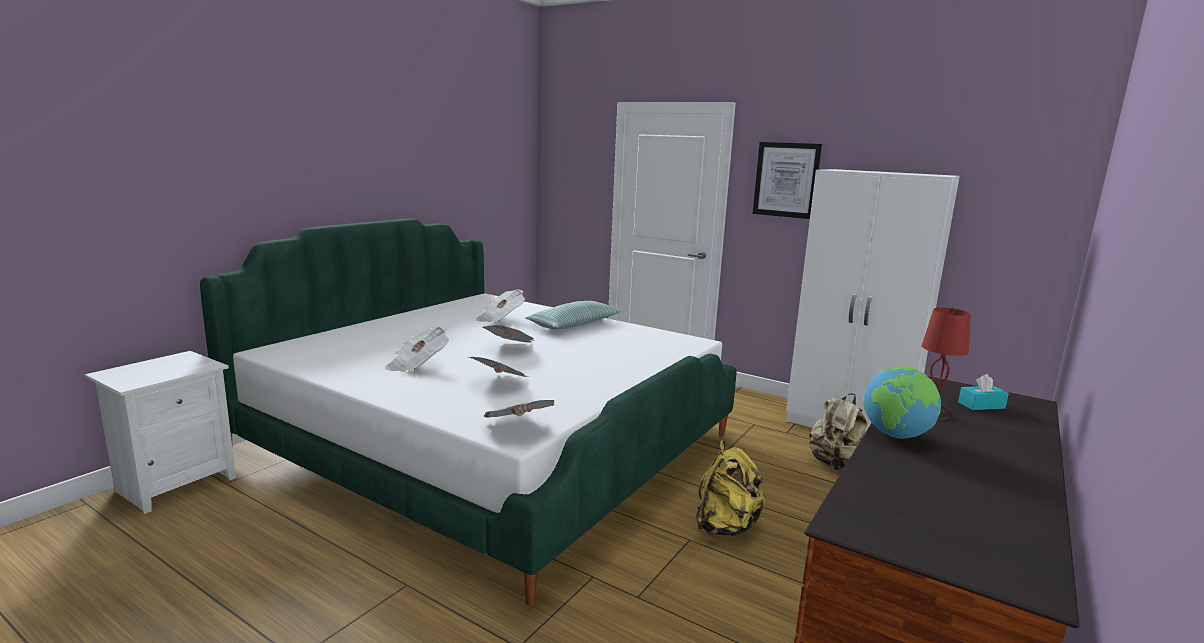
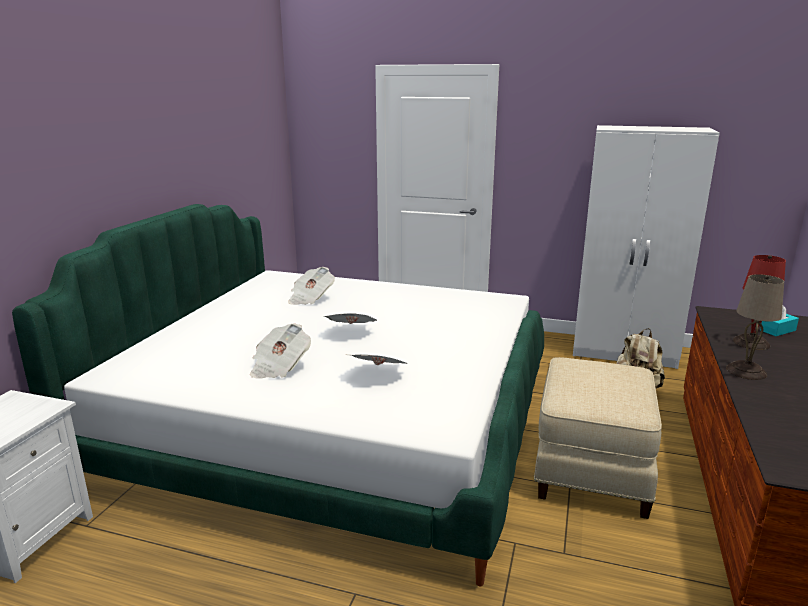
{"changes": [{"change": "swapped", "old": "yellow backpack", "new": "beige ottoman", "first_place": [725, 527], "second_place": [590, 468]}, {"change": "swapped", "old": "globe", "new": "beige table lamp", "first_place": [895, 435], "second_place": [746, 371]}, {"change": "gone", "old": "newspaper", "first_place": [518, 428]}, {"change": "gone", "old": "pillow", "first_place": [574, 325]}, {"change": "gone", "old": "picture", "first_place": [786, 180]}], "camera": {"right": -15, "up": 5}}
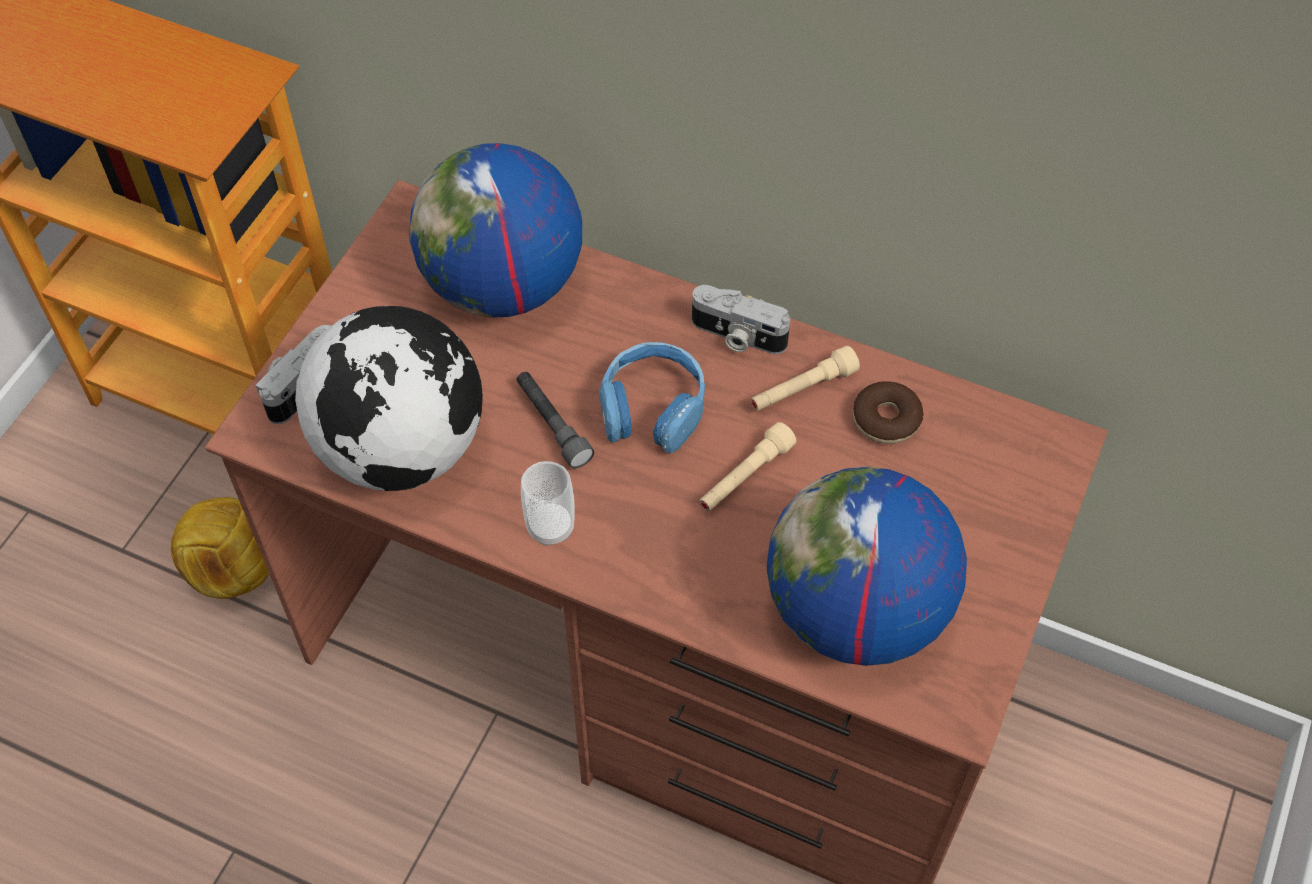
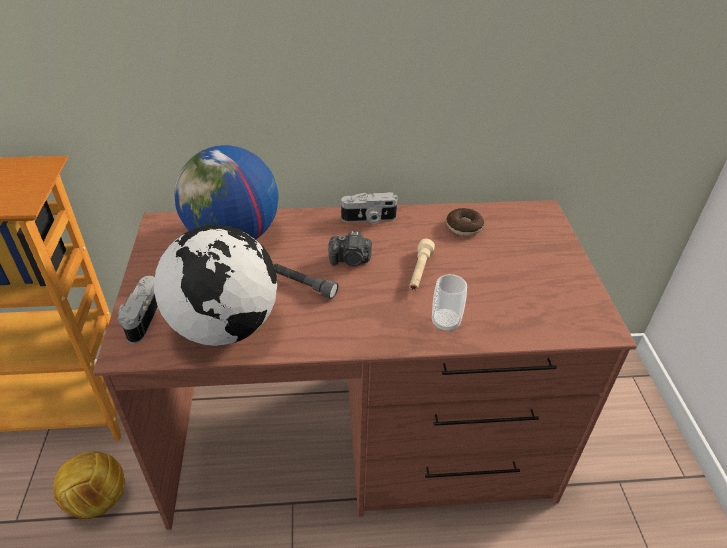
{"changes": [{"change": "swapped", "old": "blue headphones", "new": "photo camera", "first_place": [652, 408], "second_place": [351, 260]}, {"change": "shifted", "old": "cup", "first_place": [550, 527], "second_place": [445, 322]}, {"change": "gone", "old": "beige flashlight", "first_place": [802, 389]}, {"change": "gone", "old": "globe", "first_place": [855, 612]}], "camera": {"right": -30, "up": -15}}
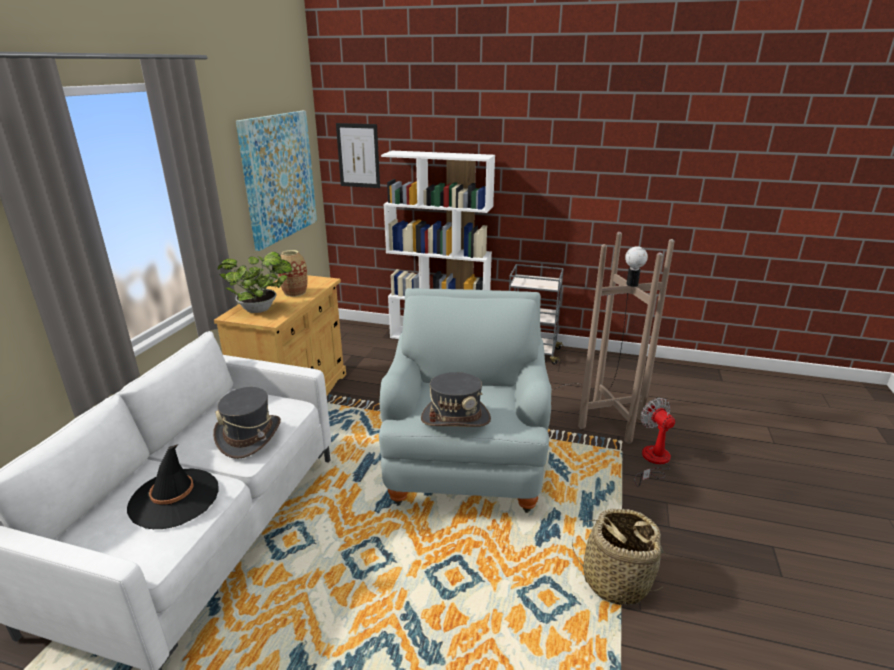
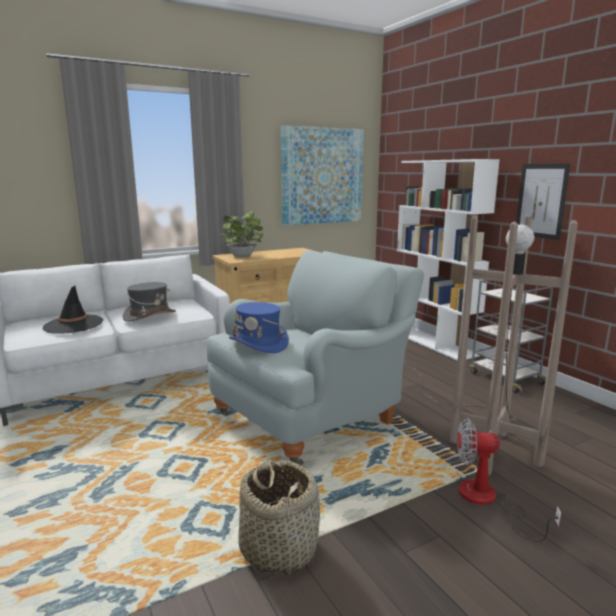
{"changes": [{"change": "repainted", "old": "grey hat", "new": "blue hat", "first_place": [455, 418], "second_place": [259, 344]}, {"change": "rotated", "old": "fan", "first_place": [653, 461], "second_place": [488, 501], "degrees": -105}, {"change": "shifted", "old": "picture", "first_place": [358, 155], "second_place": [541, 201]}, {"change": "gone", "old": "vase", "first_place": [295, 292]}], "camera": {"right": 45, "up": -10}}
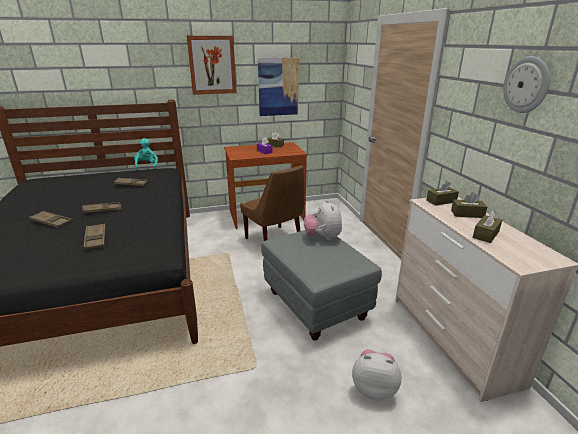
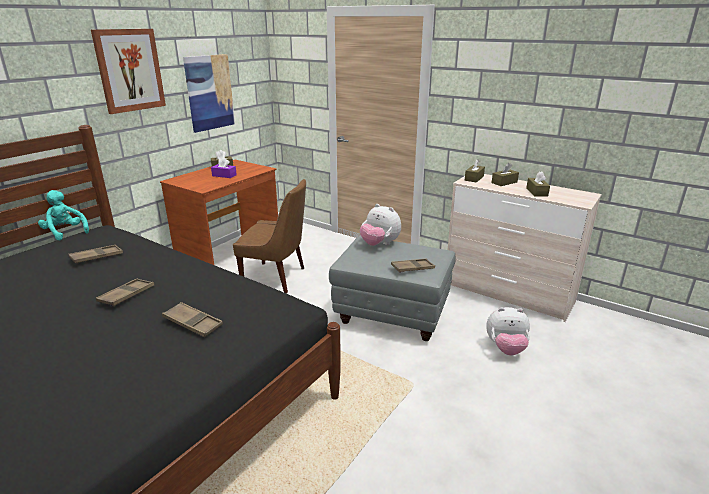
{"changes": [{"change": "shifted", "old": "brown tray", "first_place": [51, 222], "second_place": [412, 268]}, {"change": "rotated", "old": "plush toy", "first_place": [374, 388], "second_place": [505, 348], "degrees": -150}, {"change": "gone", "old": "wall clock", "first_place": [526, 85]}], "camera": {"right": -40, "up": 0}}
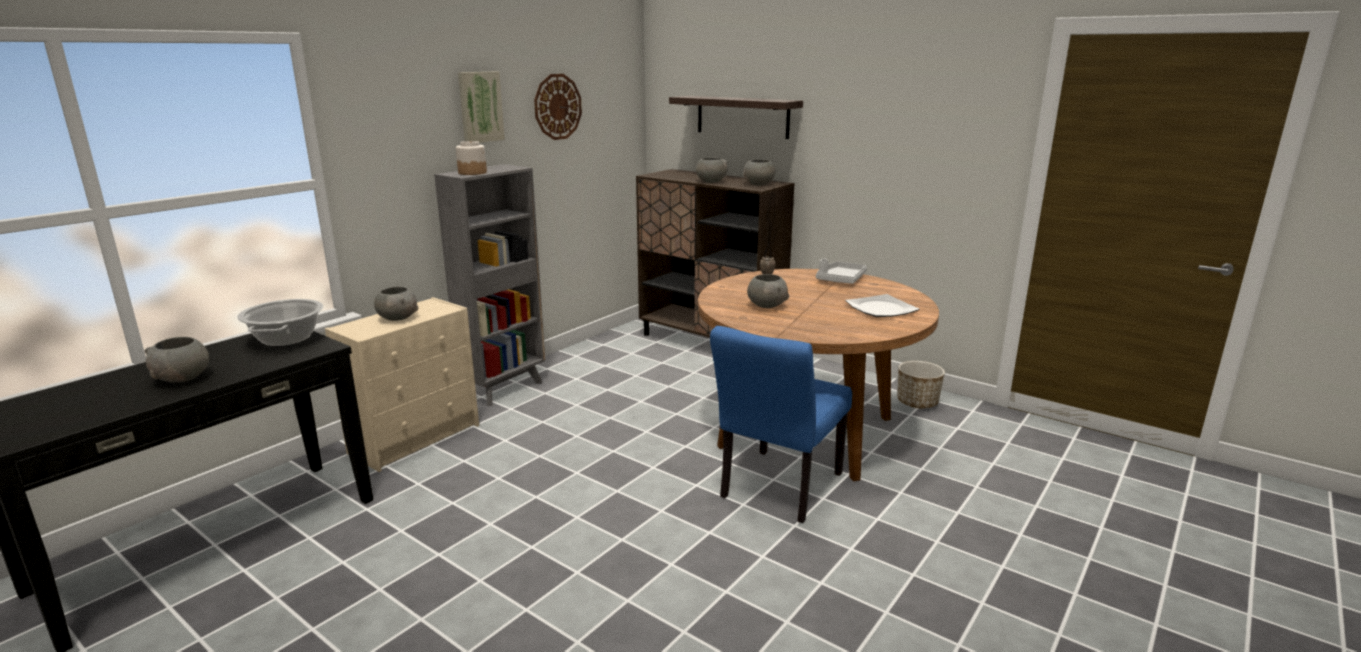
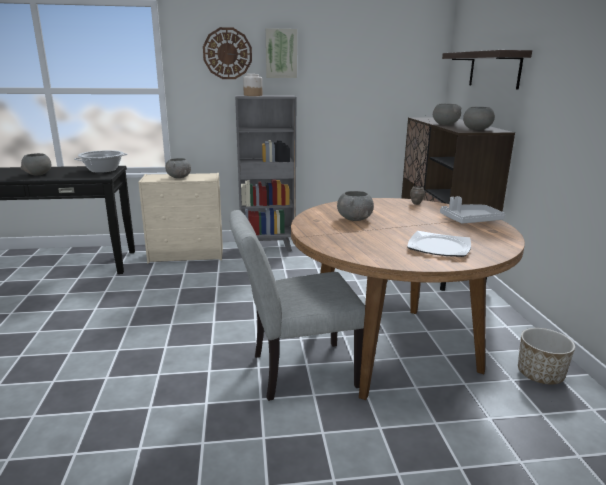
{"changes": [{"change": "shifted", "old": "wall clock", "first_place": [557, 107], "second_place": [227, 53]}, {"change": "repainted", "old": "blue chair", "new": "grey chair", "first_place": [776, 490], "second_place": [295, 371]}], "camera": {"right": 45, "up": 0}}
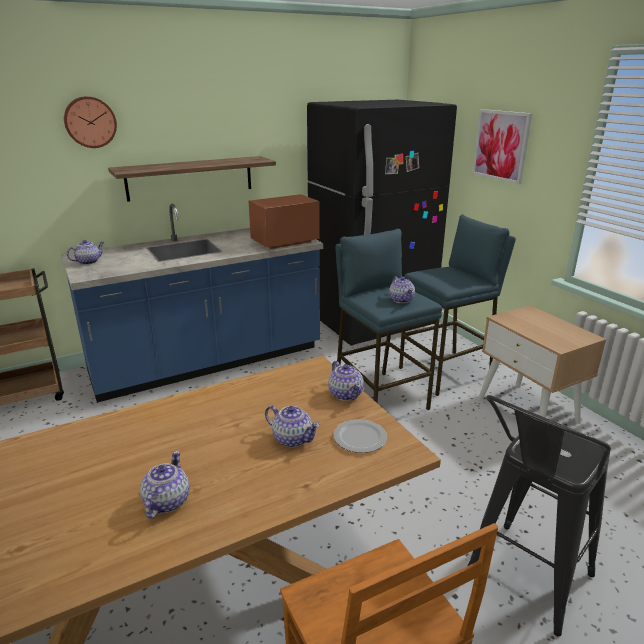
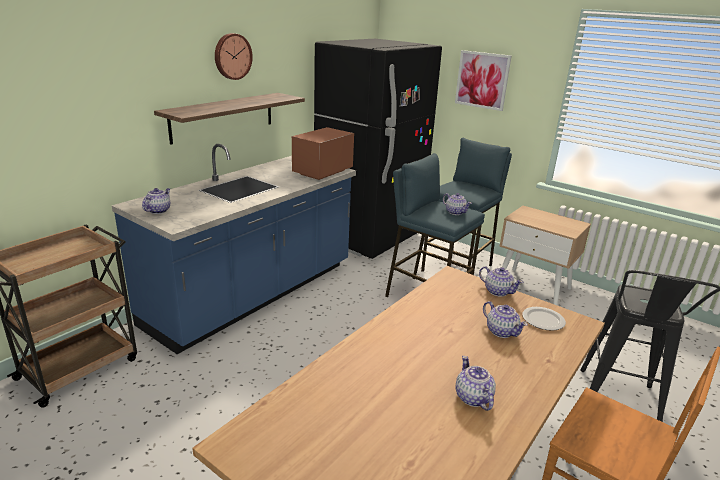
{"changes": [{"change": "shifted", "old": "wall clock", "first_place": [90, 122], "second_place": [232, 56]}, {"change": "rotated", "old": "teapot", "first_place": [292, 438], "second_place": [501, 331], "degrees": 45}], "camera": {"right": -25, "up": 0}}
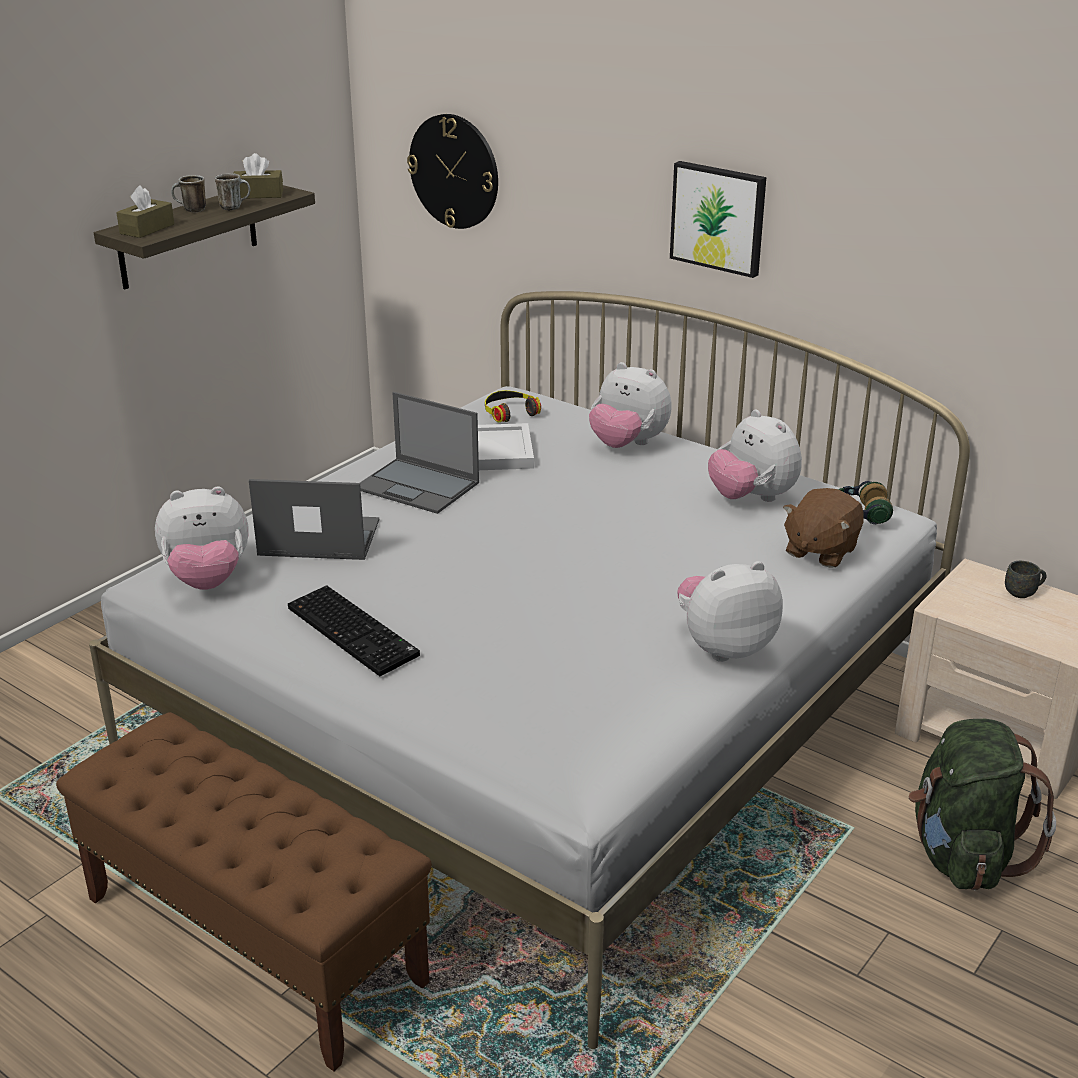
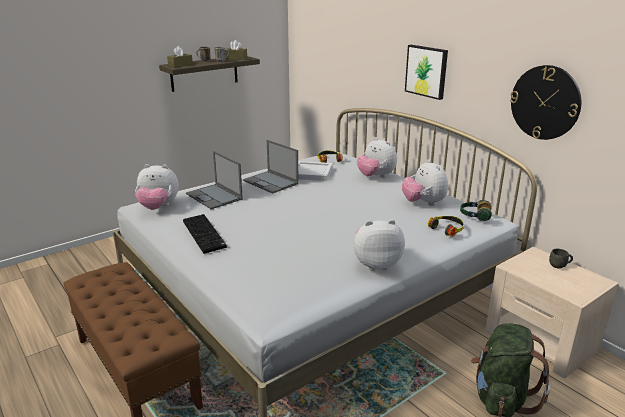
{"changes": [{"change": "rotated", "old": "laptop", "first_place": [317, 538], "second_place": [214, 197], "degrees": -150}, {"change": "swapped", "old": "brown plush toy", "new": "headphones", "first_place": [820, 551], "second_place": [447, 229]}, {"change": "shifted", "old": "wall clock", "first_place": [454, 171], "second_place": [545, 102]}], "camera": {"right": 15, "up": -5}}
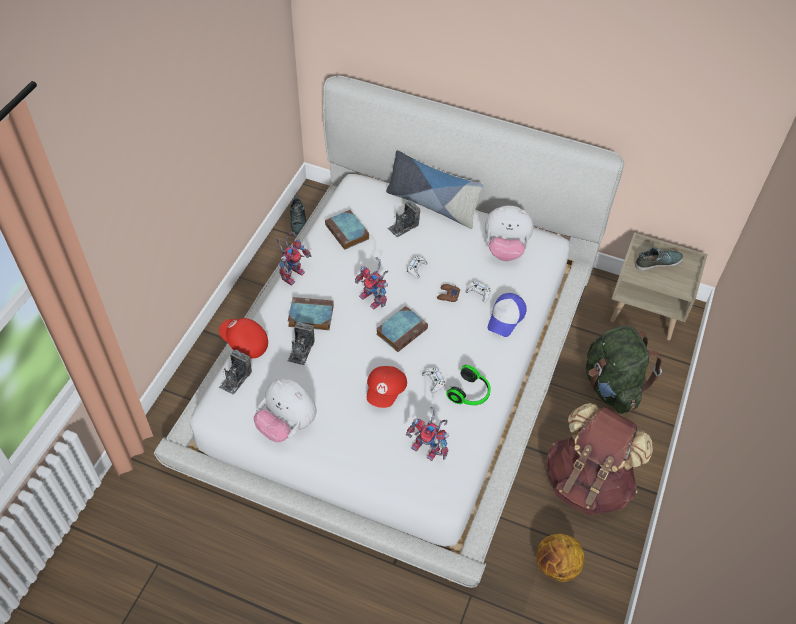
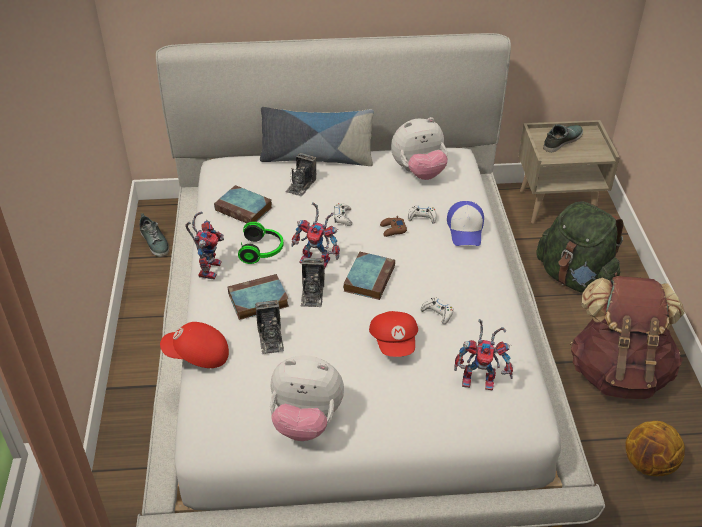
{"changes": [{"change": "shifted", "old": "headphones", "first_place": [470, 393], "second_place": [262, 251]}, {"change": "shifted", "old": "photo camera", "first_place": [235, 379], "second_place": [312, 293]}], "camera": {"right": -25, "up": -10}}
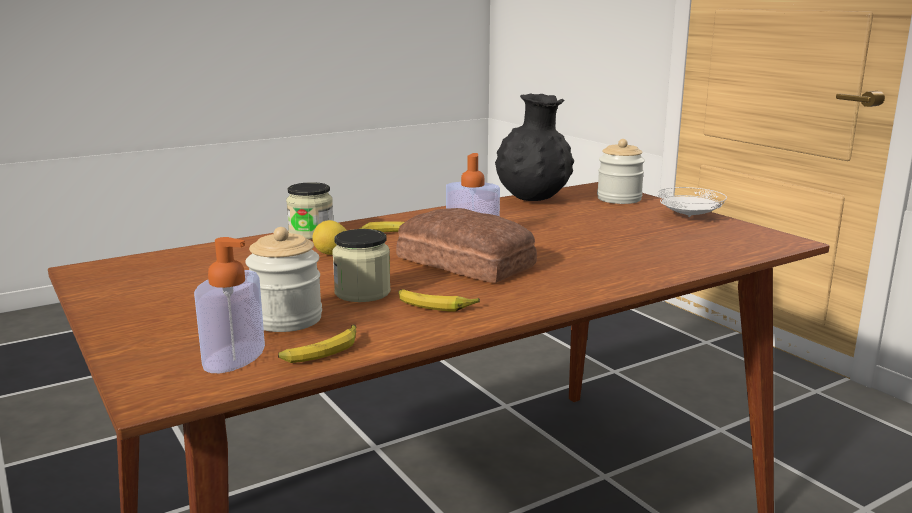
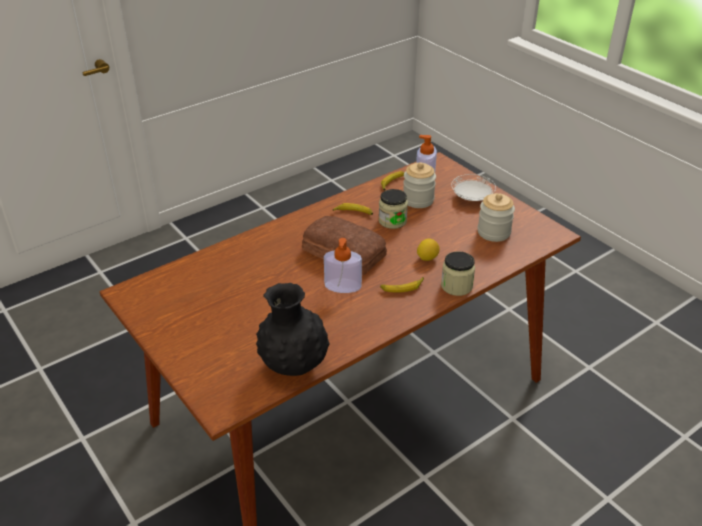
{"changes": [{"change": "shifted", "old": "white plate", "first_place": [688, 216], "second_place": [472, 198]}, {"change": "shifted", "old": "jar", "first_place": [619, 199], "second_place": [493, 232]}], "camera": {"right": 175, "up": 20}}
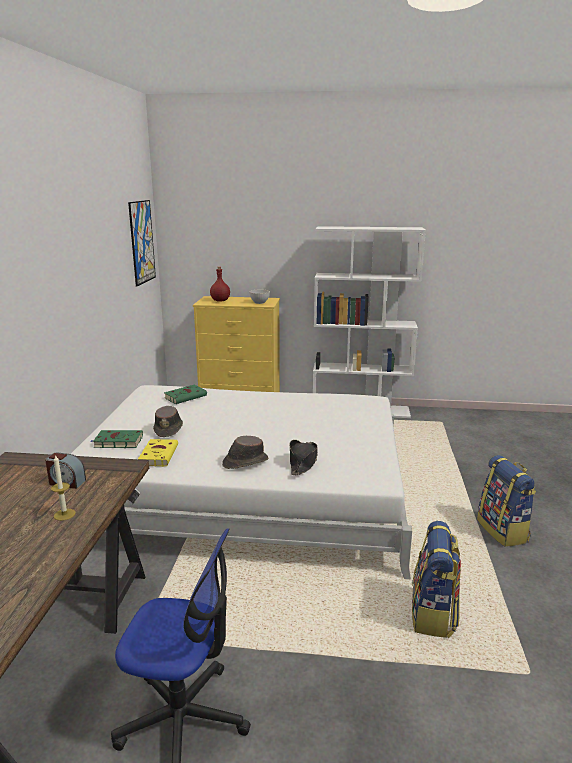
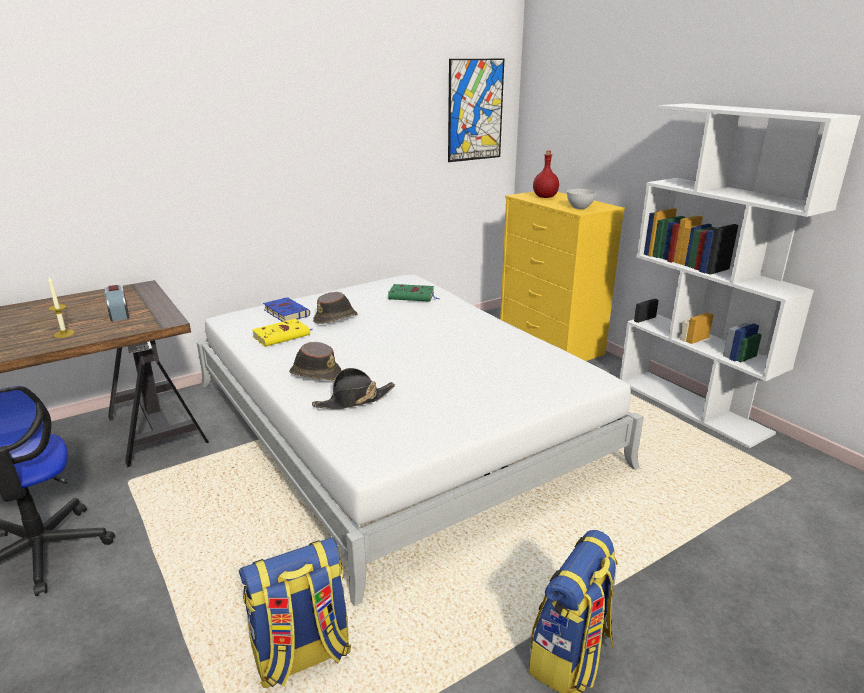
{"changes": [{"change": "repainted", "old": "green book", "new": "blue book", "first_place": [117, 442], "second_place": [285, 312]}], "camera": {"right": 50, "up": 5}}
